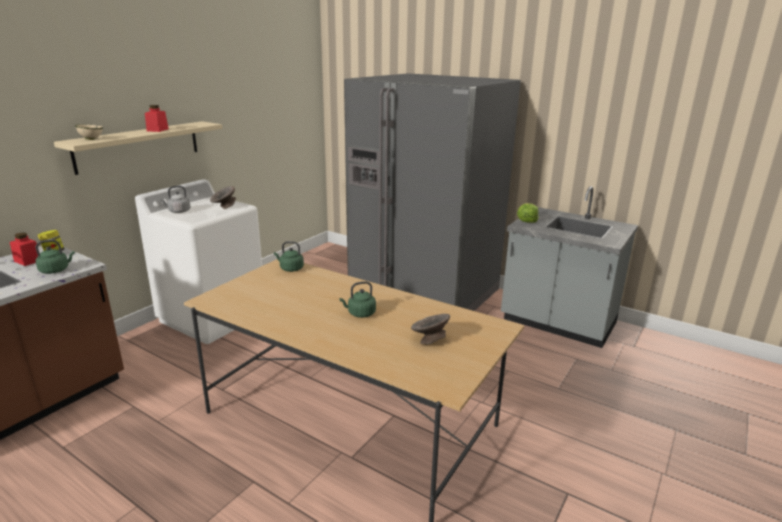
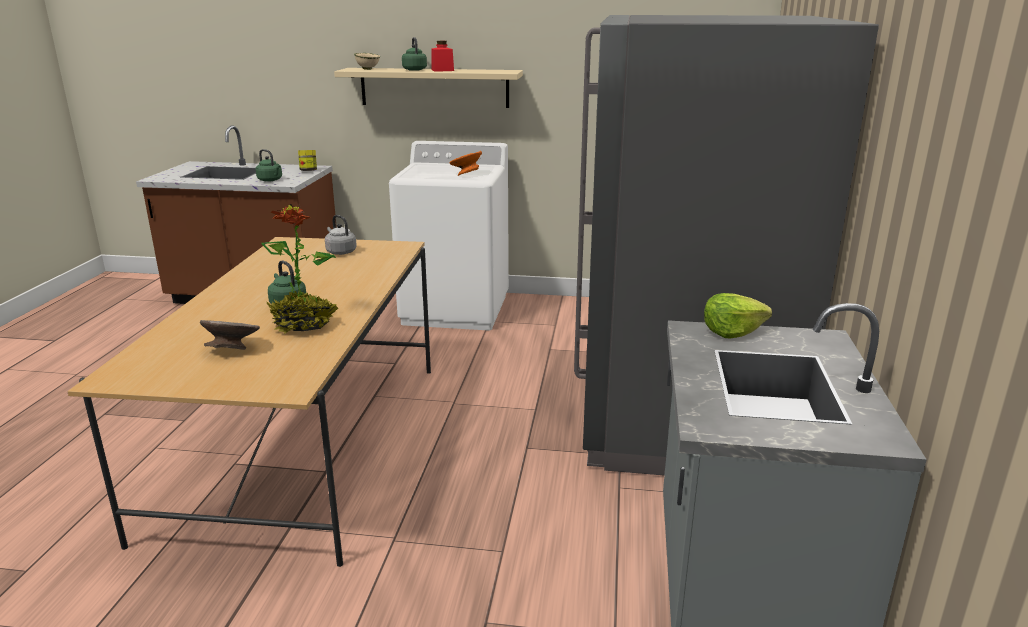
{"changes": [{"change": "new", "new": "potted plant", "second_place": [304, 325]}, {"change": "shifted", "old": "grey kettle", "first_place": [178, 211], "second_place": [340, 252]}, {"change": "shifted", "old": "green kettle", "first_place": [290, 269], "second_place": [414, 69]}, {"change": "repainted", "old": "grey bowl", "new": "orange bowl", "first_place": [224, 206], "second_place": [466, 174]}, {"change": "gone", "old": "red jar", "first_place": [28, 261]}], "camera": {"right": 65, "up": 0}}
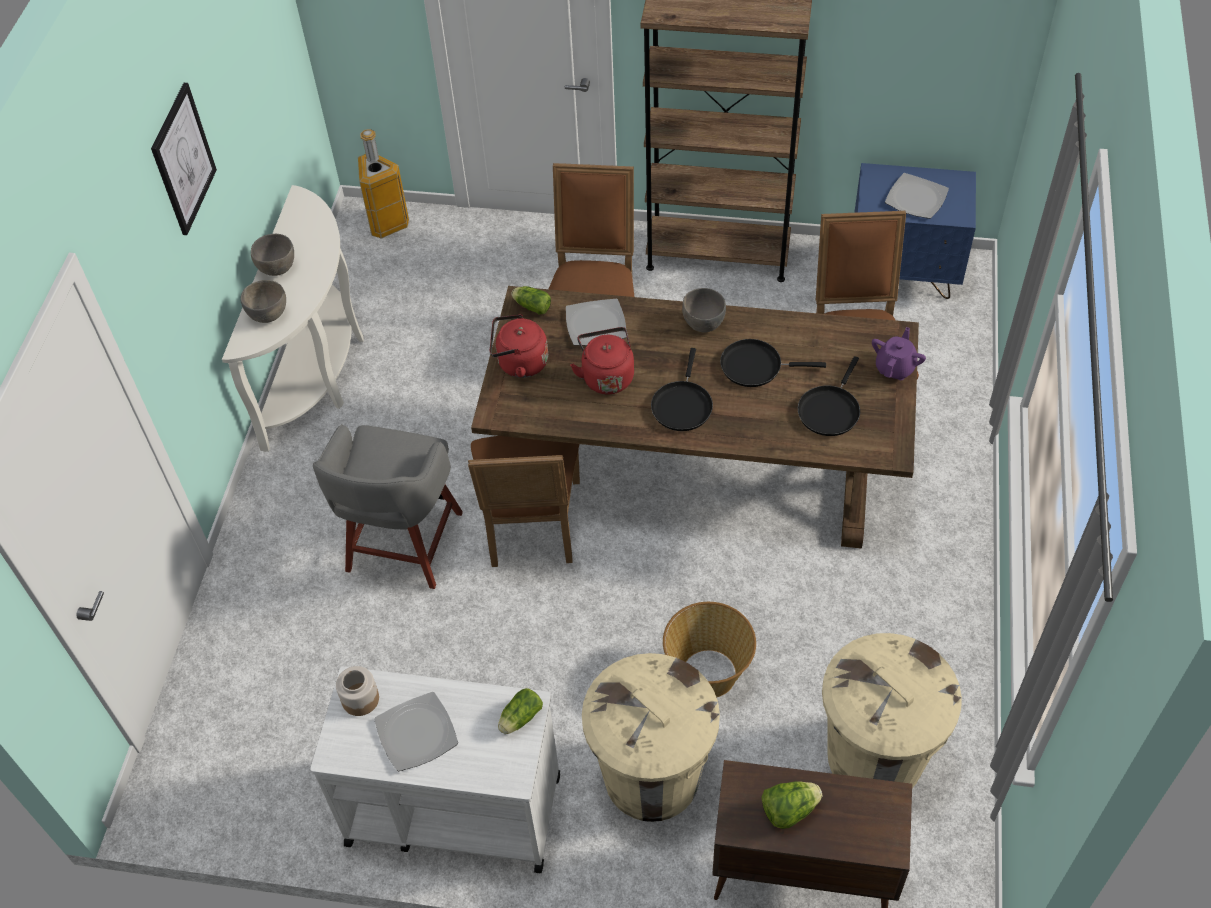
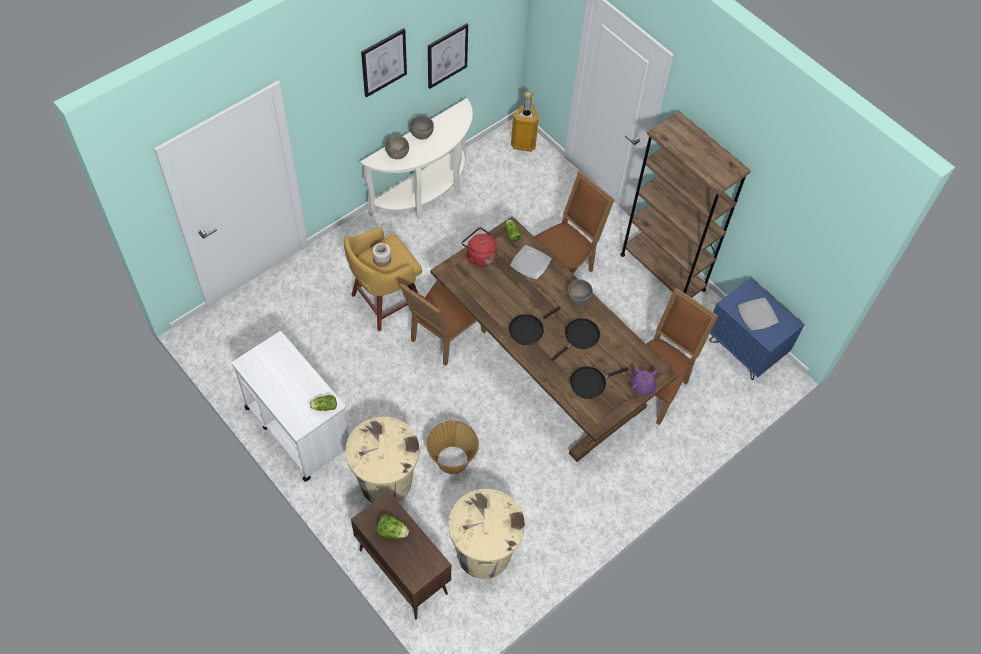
{"changes": [{"change": "repainted", "old": "grey stool", "new": "yellow stool", "first_place": [402, 545], "second_place": [384, 301]}, {"change": "shifted", "old": "jar", "first_place": [360, 699], "second_place": [382, 259]}, {"change": "new", "new": "picture", "second_place": [447, 55]}, {"change": "rotated", "old": "black frying pan", "first_place": [755, 366], "second_place": [579, 337], "degrees": 90}, {"change": "rotated", "old": "purple teapot", "first_place": [895, 367], "second_place": [642, 387], "degrees": 75}, {"change": "gone", "old": "plate", "first_place": [417, 732]}, {"change": "gone", "old": "red kettle", "first_place": [606, 376]}], "camera": {"right": 35, "up": 5}}
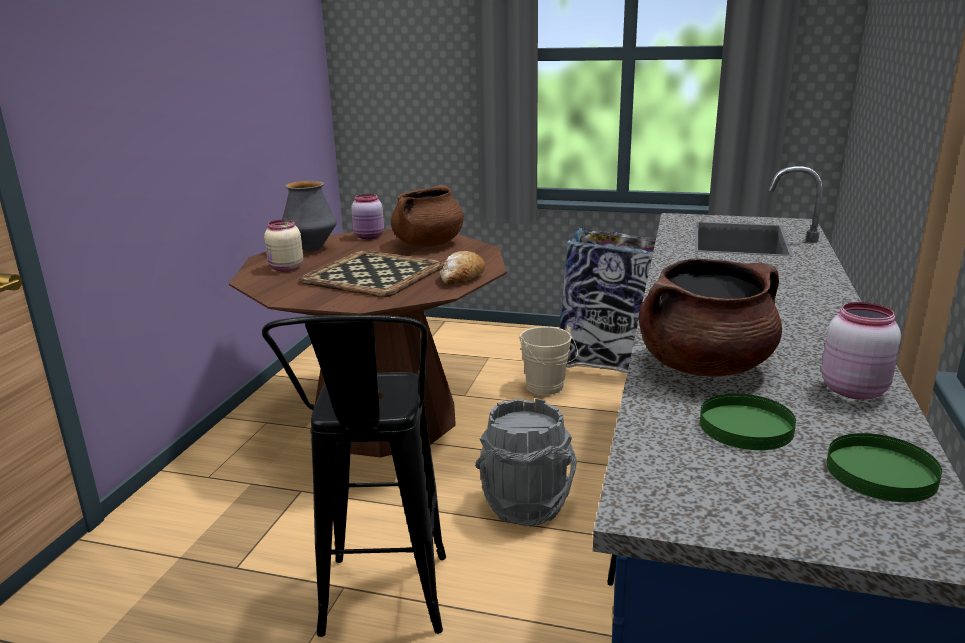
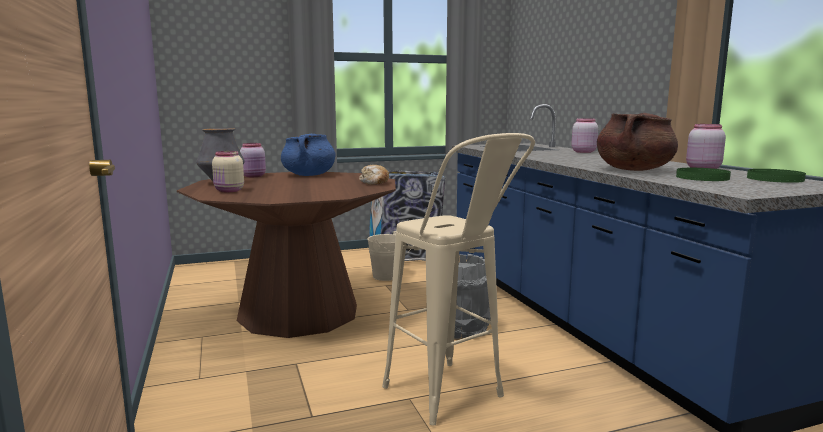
{"changes": [{"change": "repainted", "old": "brown cooking pot", "new": "blue cooking pot", "first_place": [428, 244], "second_place": [309, 175]}, {"change": "repainted", "old": "black stool", "new": "beige stool", "first_place": [383, 612], "second_place": [454, 400]}, {"change": "new", "new": "pink jar", "second_place": [583, 152]}, {"change": "gone", "old": "tray", "first_place": [373, 273]}], "camera": {"right": -35, "up": -10}}
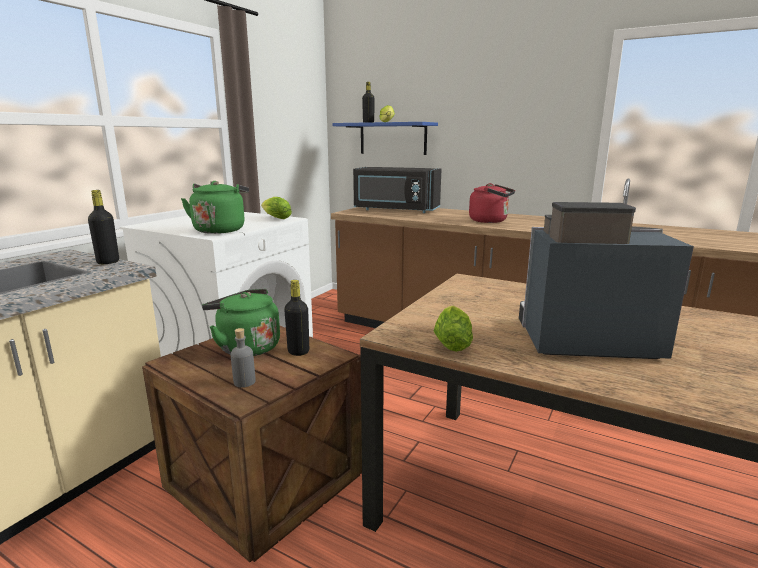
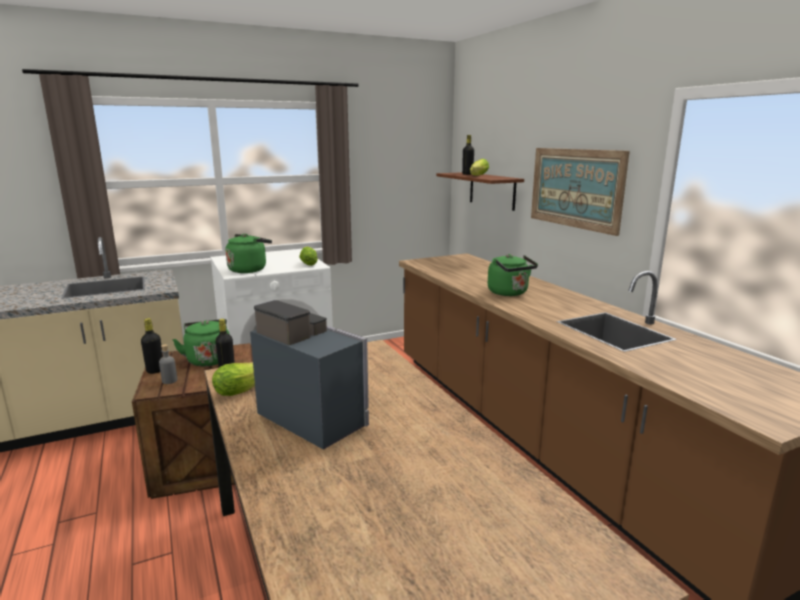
{"changes": [{"change": "shifted", "old": "black bottle", "first_place": [108, 262], "second_place": [155, 370]}, {"change": "repainted", "old": "blue shelf", "new": "brown shelf", "first_place": [392, 138], "second_place": [492, 190]}, {"change": "repainted", "old": "red kettle", "new": "green kettle", "first_place": [490, 221], "second_place": [509, 293]}, {"change": "new", "new": "picture", "second_place": [575, 188]}, {"change": "gone", "old": "black microwave", "first_place": [395, 210]}], "camera": {"right": 35, "up": 0}}
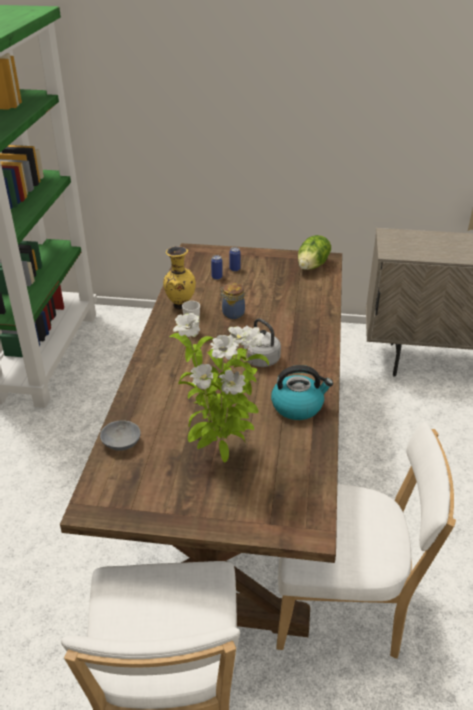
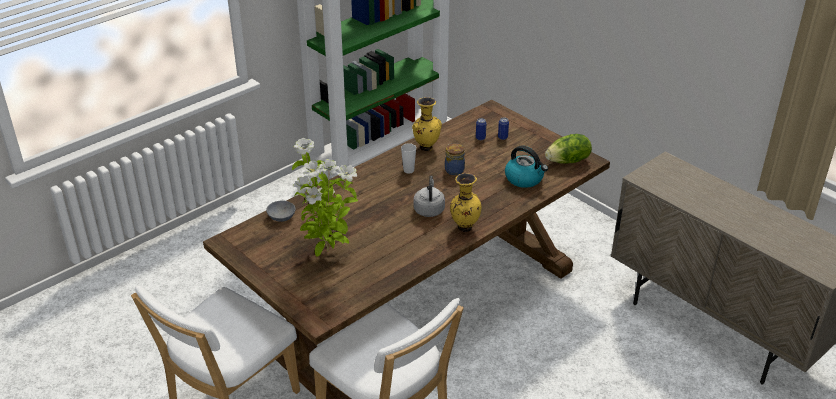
{"changes": [{"change": "new", "new": "yellow vase", "second_place": [464, 227]}, {"change": "shifted", "old": "kettle", "first_place": [298, 406], "second_place": [524, 179]}], "camera": {"right": 40, "up": 0}}
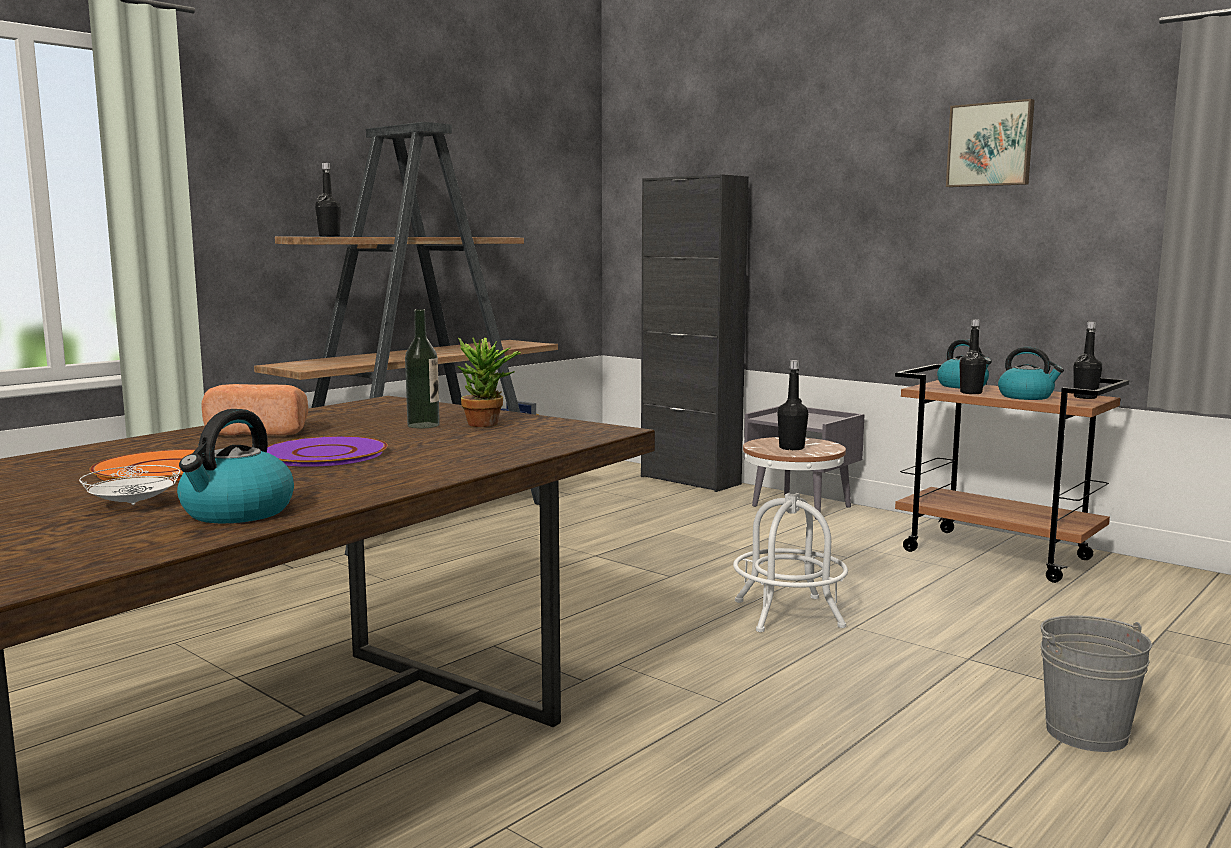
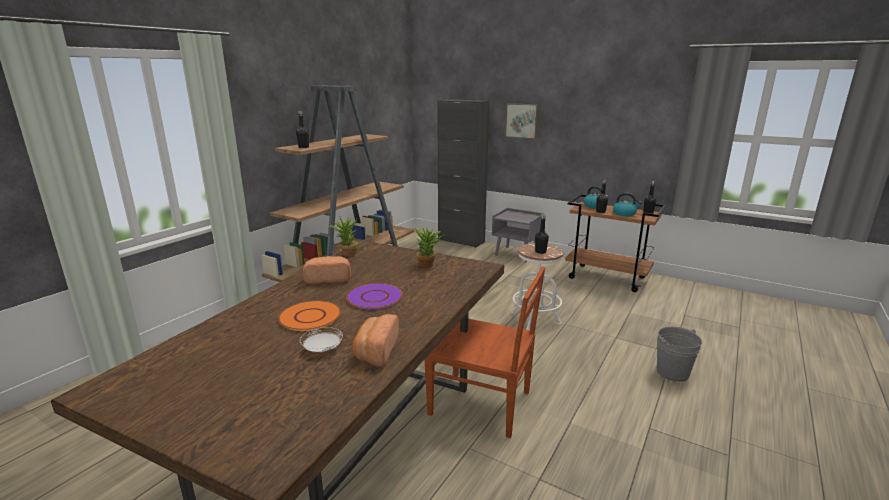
{"changes": [{"change": "new", "new": "potted plant", "second_place": [346, 254]}, {"change": "swapped", "old": "kettle", "new": "bread", "first_place": [237, 512], "second_place": [375, 352]}, {"change": "new", "new": "brown chair", "second_place": [482, 404]}, {"change": "shifted", "old": "picture", "first_place": [990, 144], "second_place": [522, 120]}, {"change": "gone", "old": "bottle", "first_place": [423, 425]}], "camera": {"right": -10, "up": 10}}
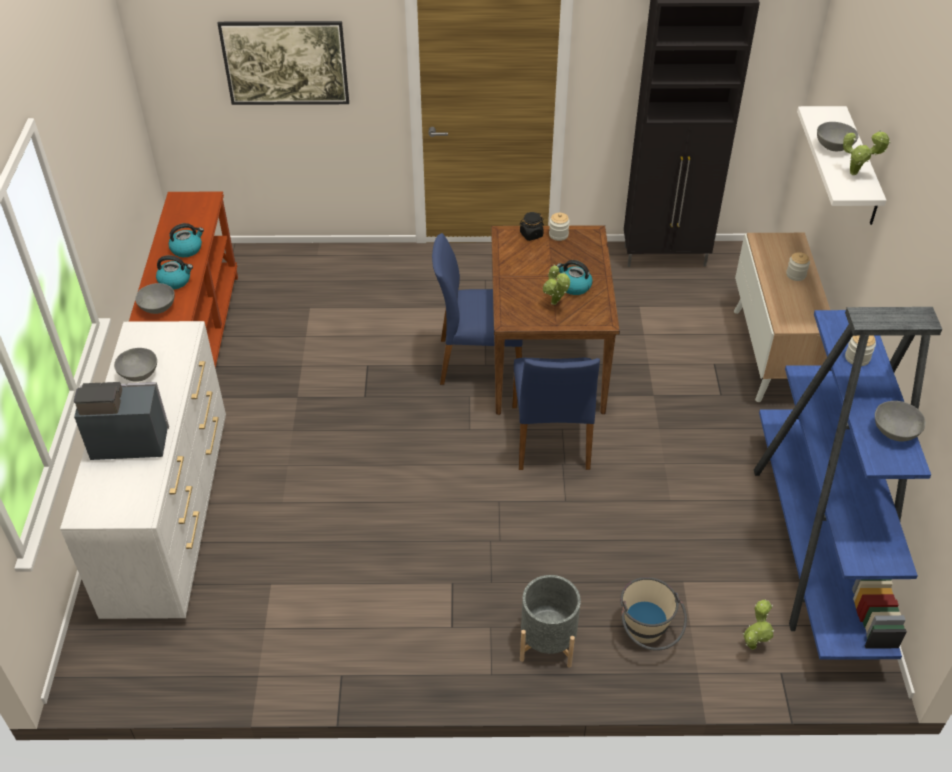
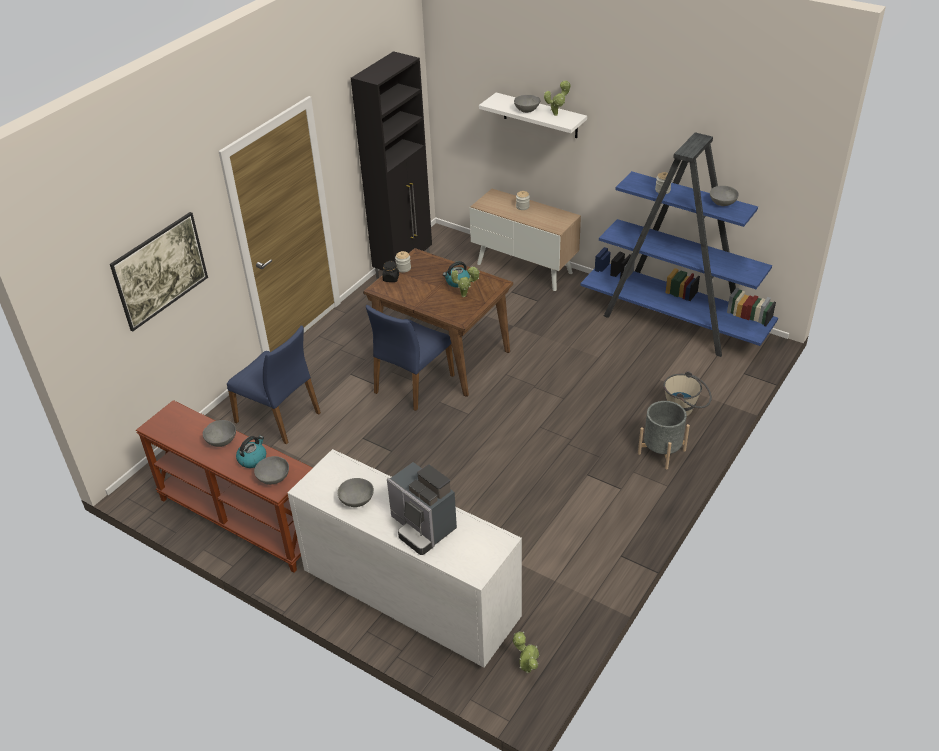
{"changes": [{"change": "swapped", "old": "kettle", "new": "grey bowl", "first_place": [187, 249], "second_place": [221, 441]}, {"change": "shifted", "old": "blue chair", "first_place": [552, 437], "second_place": [279, 417]}, {"change": "rotated", "old": "coffee machine", "first_place": [127, 441], "second_place": [422, 527], "degrees": -75}, {"change": "shifted", "old": "potted plant", "first_place": [752, 644], "second_place": [526, 668]}], "camera": {"right": -55, "up": -5}}
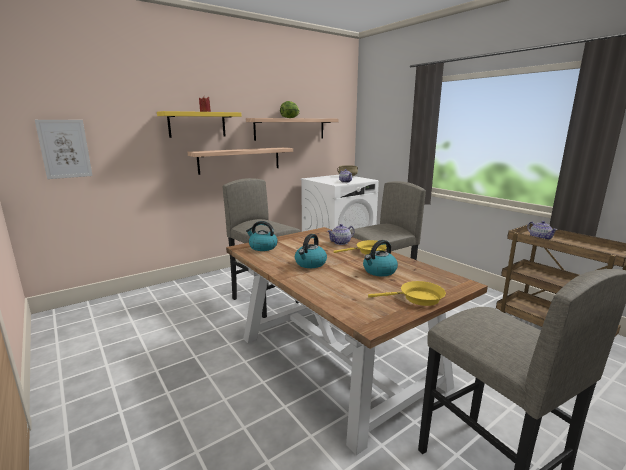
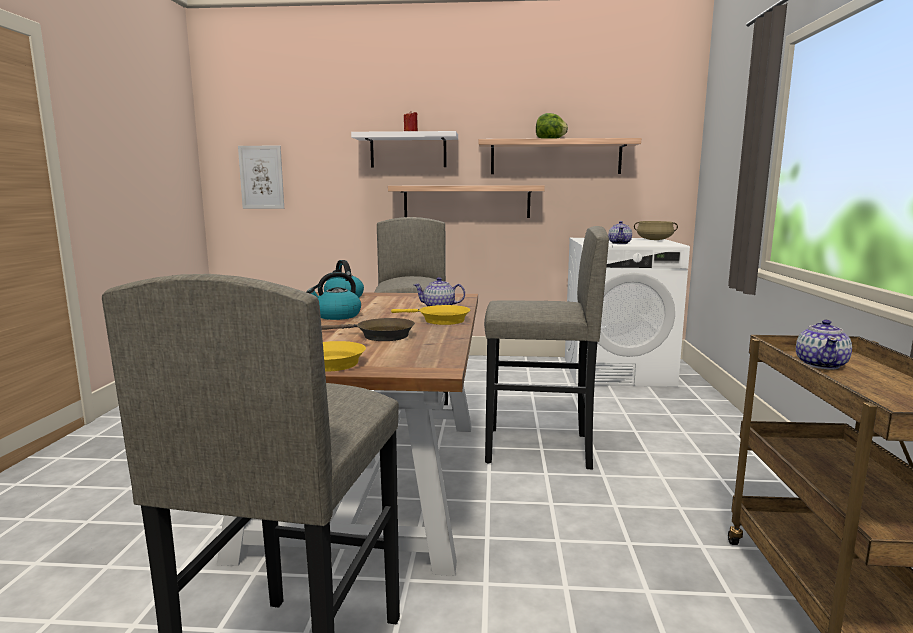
{"changes": [{"change": "swapped", "old": "kettle", "new": "brown frying pan", "first_place": [379, 271], "second_place": [380, 336]}, {"change": "repainted", "old": "yellow shelf", "new": "white shelf", "first_place": [197, 124], "second_place": [408, 151]}], "camera": {"right": 40, "up": -5}}
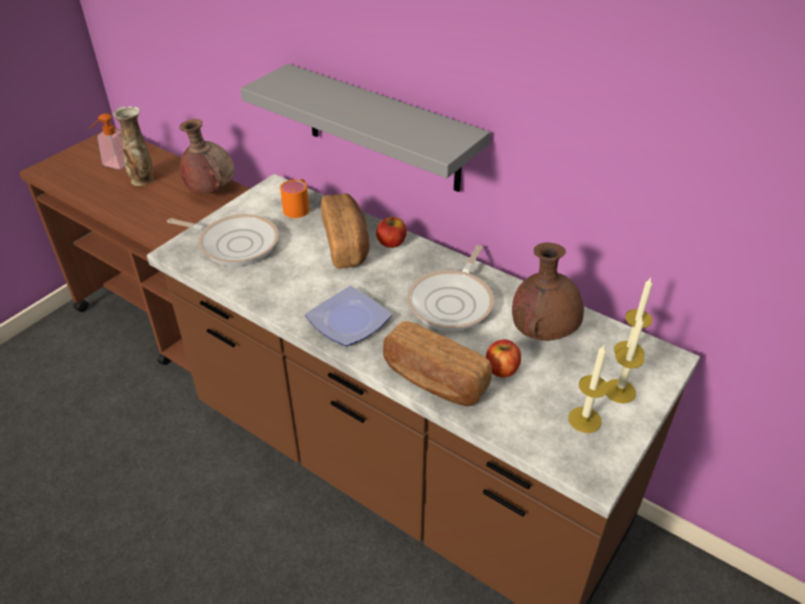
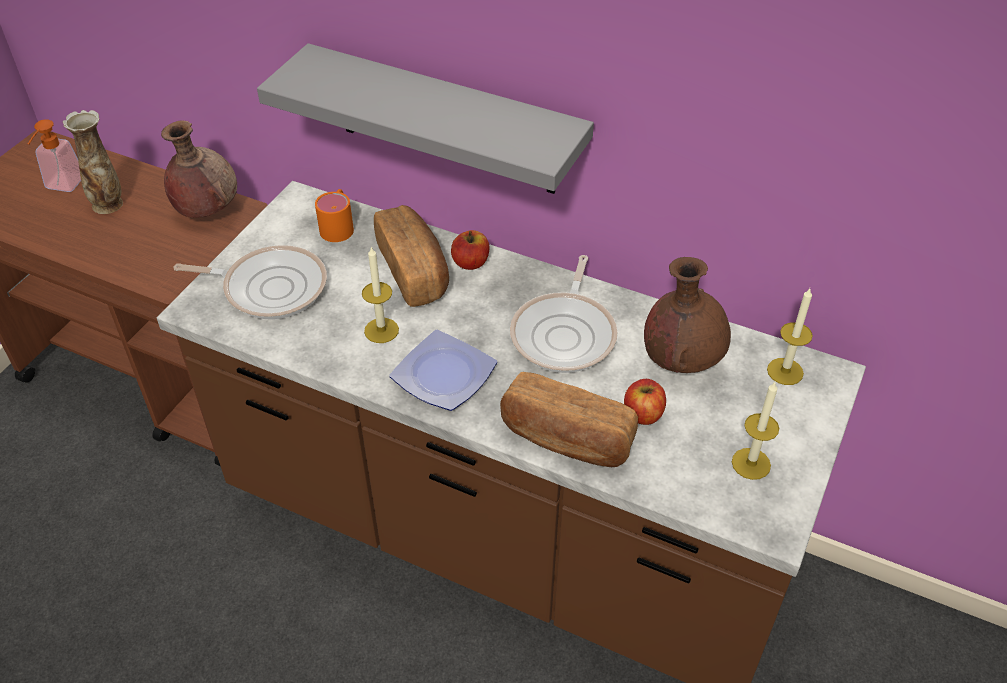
{"changes": [{"change": "shifted", "old": "candle", "first_place": [619, 391], "second_place": [381, 330]}], "camera": {"right": -10, "up": 5}}
